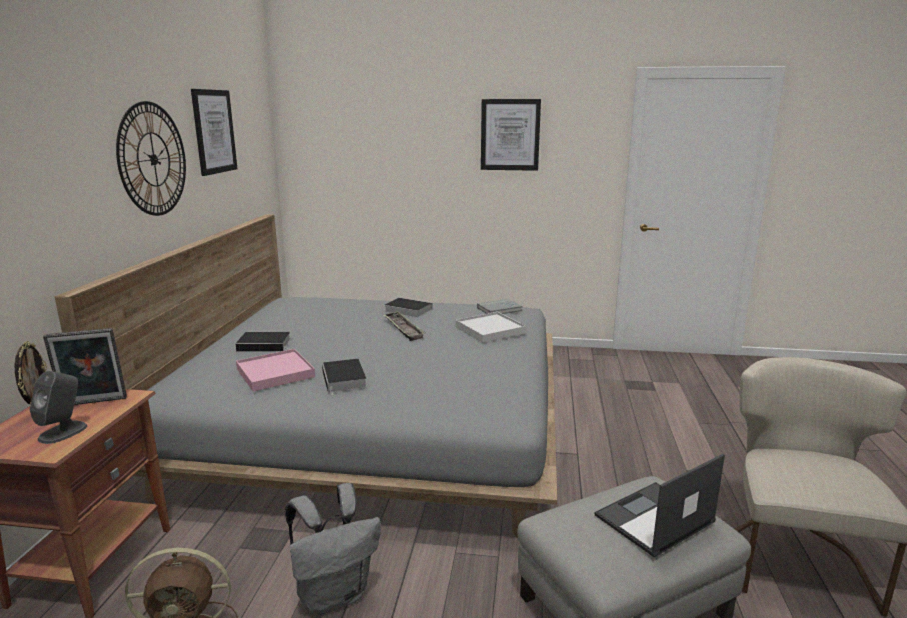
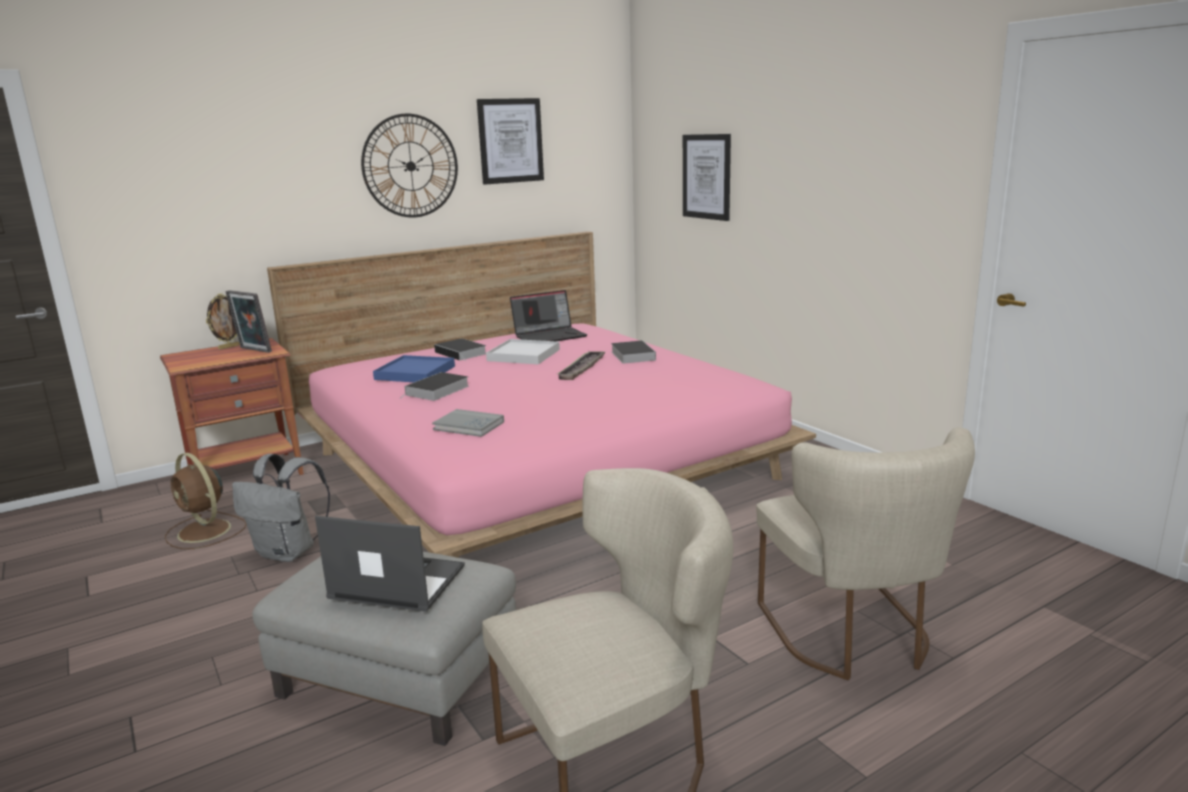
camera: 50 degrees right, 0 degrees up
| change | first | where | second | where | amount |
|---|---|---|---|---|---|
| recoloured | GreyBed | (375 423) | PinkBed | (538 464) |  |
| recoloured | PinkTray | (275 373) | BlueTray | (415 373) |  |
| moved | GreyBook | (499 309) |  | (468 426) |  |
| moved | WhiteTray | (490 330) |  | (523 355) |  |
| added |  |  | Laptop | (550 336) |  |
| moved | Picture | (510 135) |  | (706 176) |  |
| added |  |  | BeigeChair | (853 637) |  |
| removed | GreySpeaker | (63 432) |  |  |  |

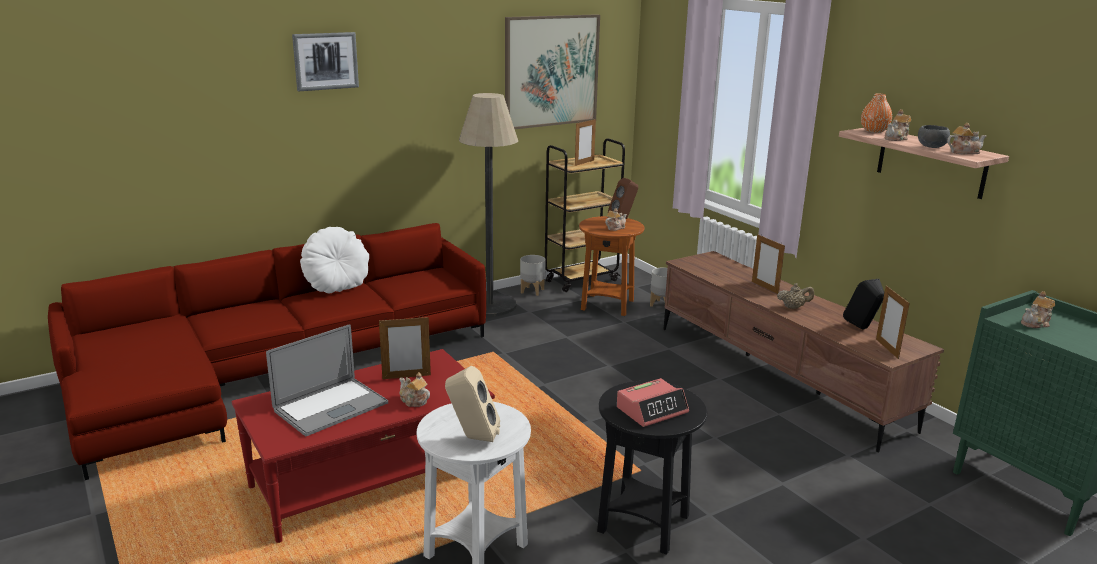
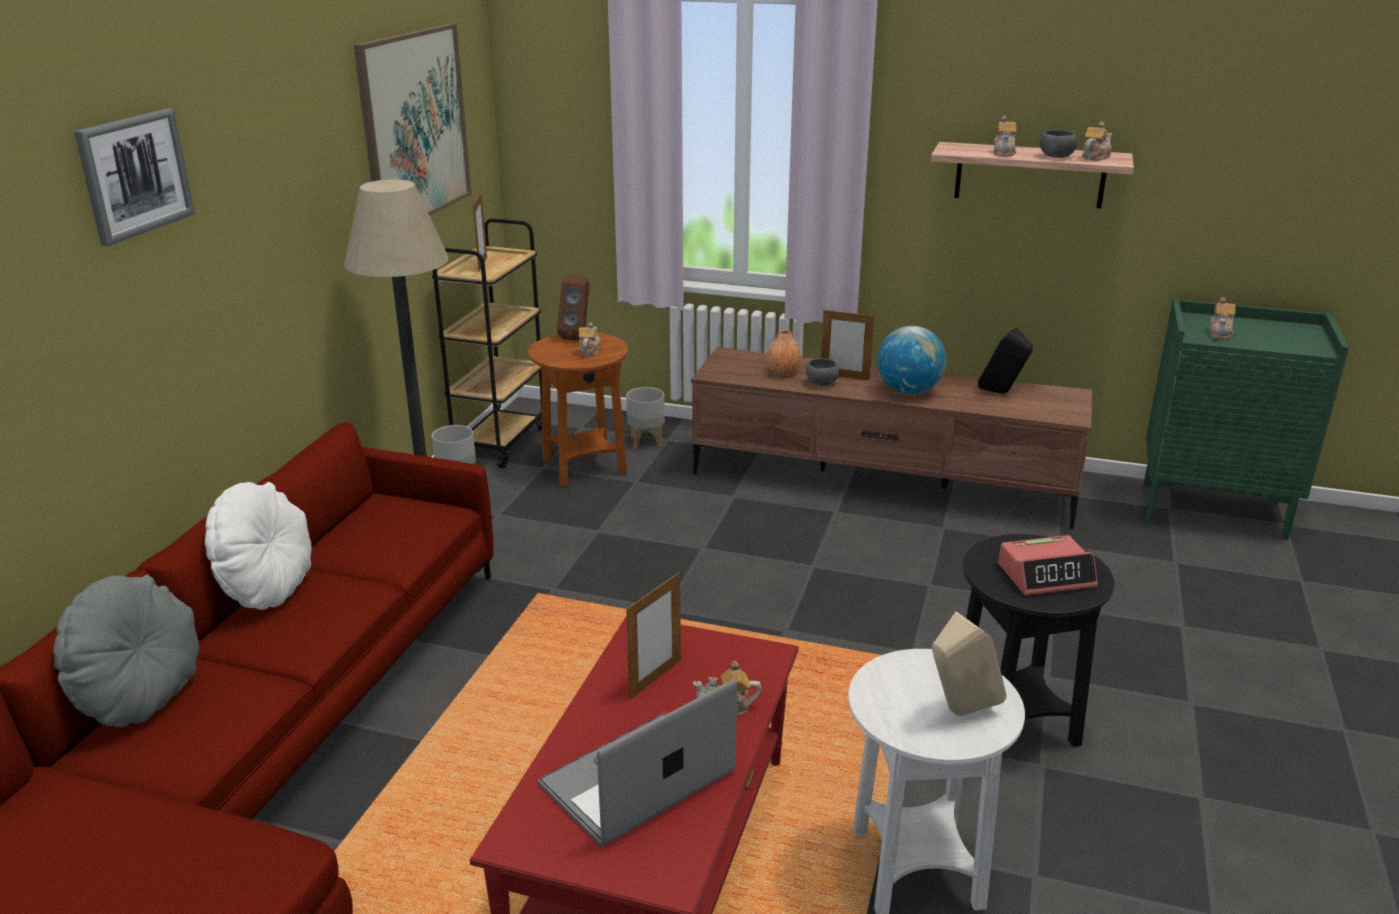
camera: 40 degrees left, 5 degrees up
| change | first | where | second | where | amount |
|---|---|---|---|---|---|
| added |  |  | GreyPillow | (143 701) |  |
| turned | Laptop | (331 407) |  | (637 779) | 135 degrees counterclockwise |
| moved | OrangeVase | (874 131) |  | (783 372) |  |
| added |  |  | GreyBowl | (820 383) |  |
| replaced | BeigeTeapot | (793 307) | Globe | (908 391) |  |
| turned | AlarmClock | (652 410) |  | (1046 575) | 60 degrees clockwise |
| removed | PictureFrame | (887 348) |  |  |  |

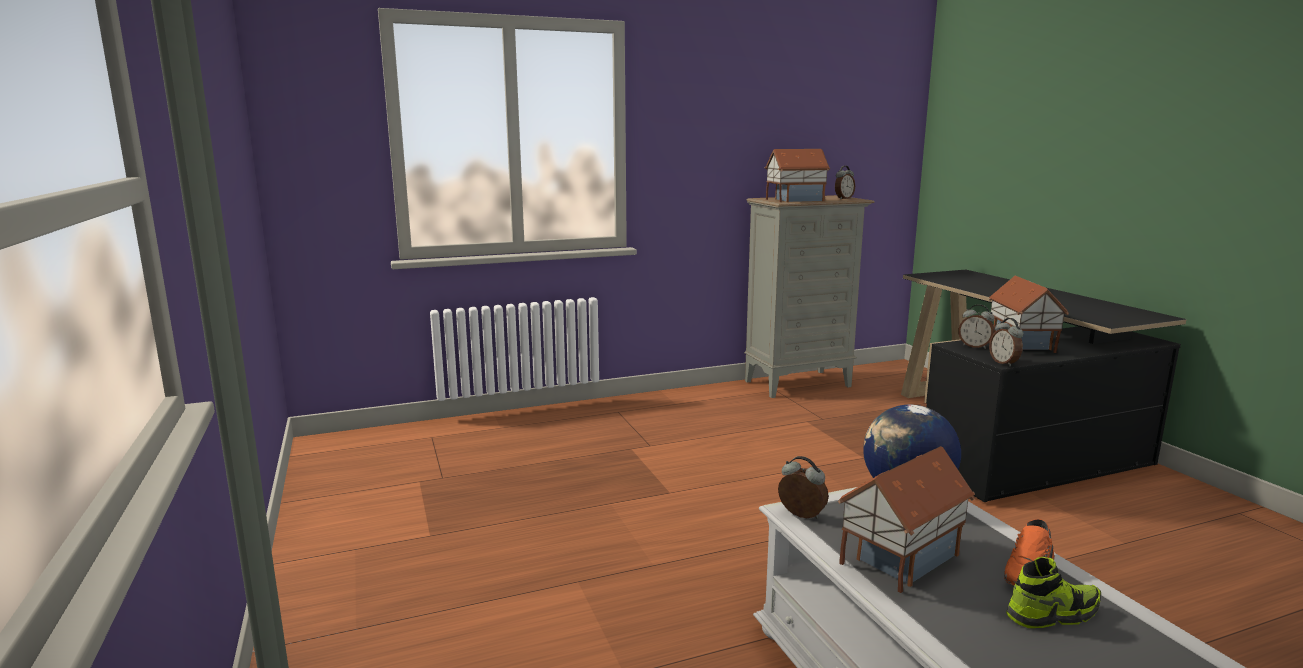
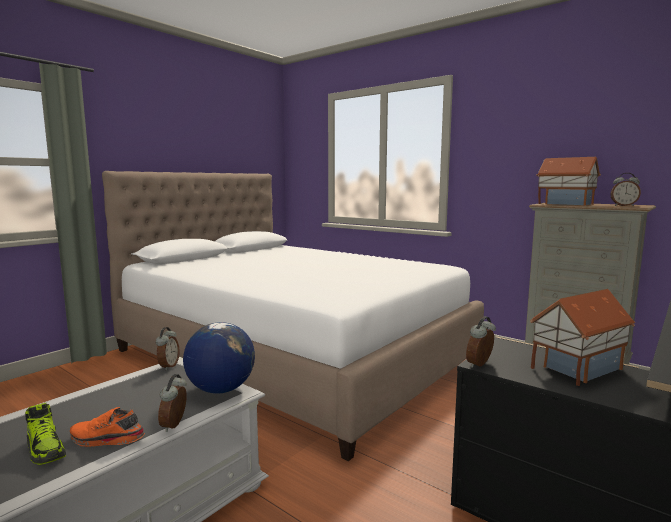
camera: 60 degrees right, 5 degrees down
| change | first | where | second | where | amount |
|---|---|---|---|---|---|
| added |  |  | WhiteBed | (293 355) |  |
| moved | AlarmClock | (974 346) |  | (175 425) |  |
| removed | ToyHouse | (898 558) |  |  |  |

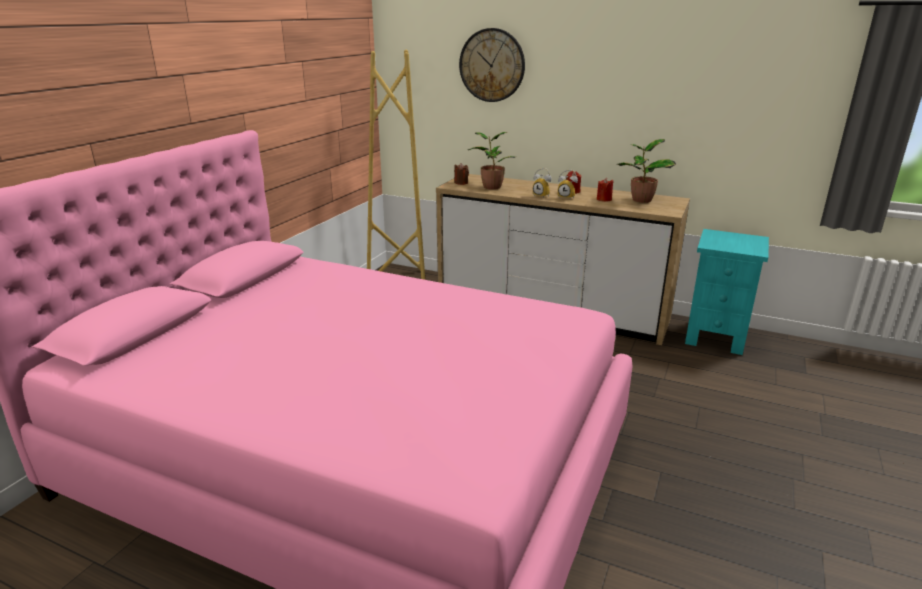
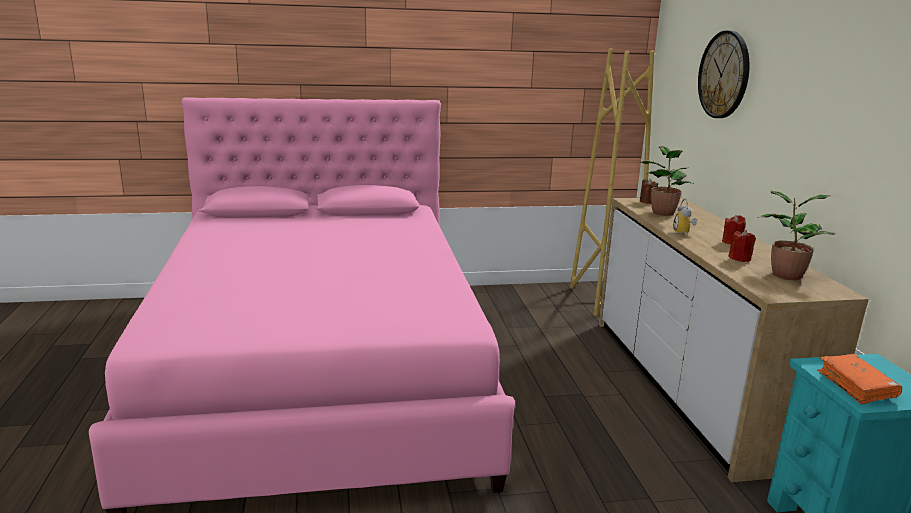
camera: 55 degrees right, 5 degrees down
| change | first | where | second | where | amount |
|---|---|---|---|---|---|
| added |  |  | OrangeBook | (856 386) |  |
| removed | AlarmClock | (567 197) |  |  |  |

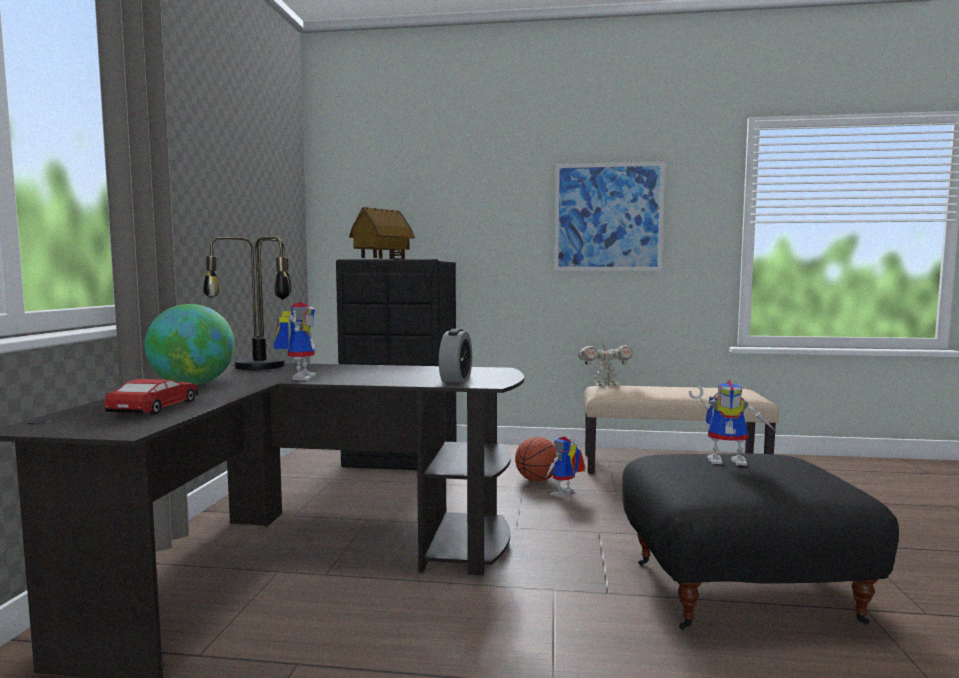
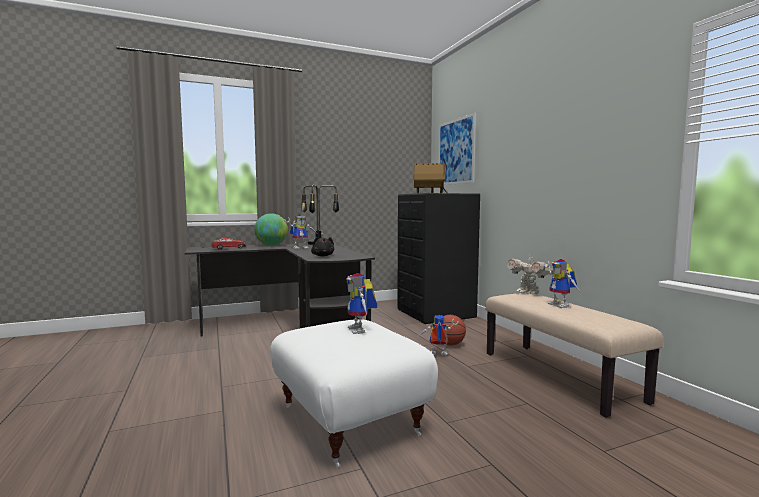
camera: 60 degrees right, 0 degrees up
| change | first | where | second | where | amount |
|---|---|---|---|---|---|
| recoloured | BlackOttoman | (740 589) | WhiteOttoman | (351 419) |  |
| replaced | AlarmClock | (456 379) | BlackPlushToy | (323 256) |  |
| moved | Picture | (608 217) |  | (456 152) |  |
| added |  |  | ToyRobot | (562 305) |  |

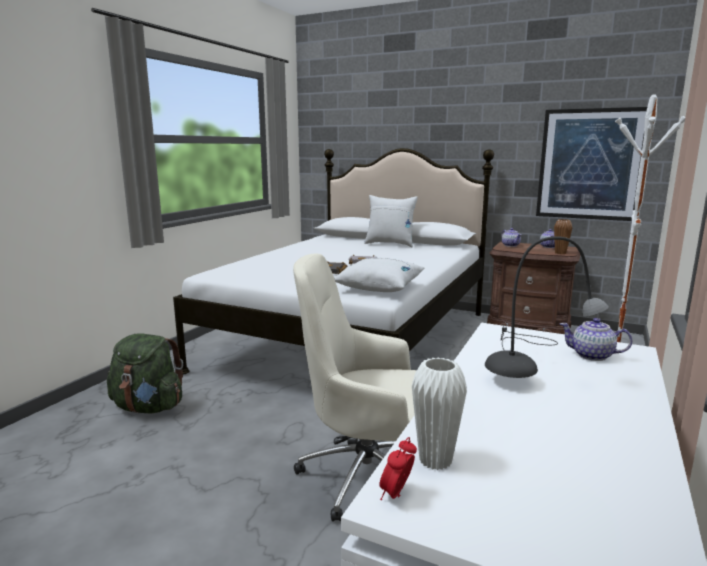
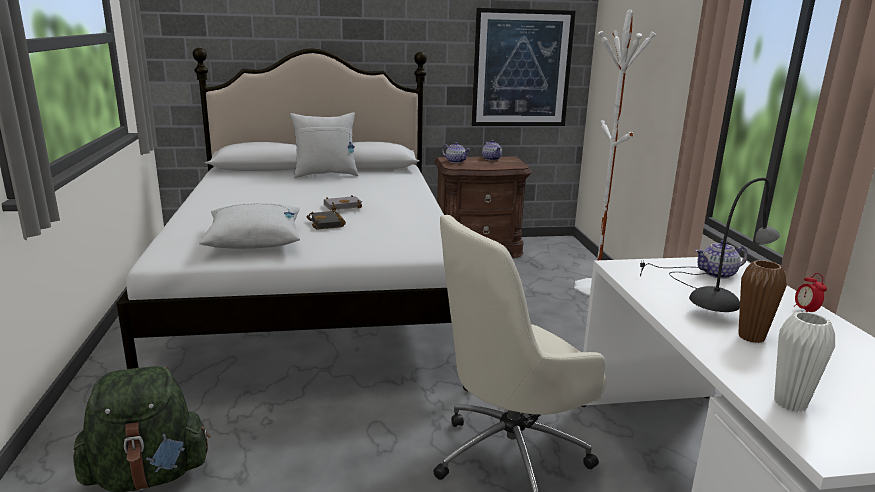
camera: 35 degrees left, 5 degrees up
| change | first | where | second | where | amount |
|---|---|---|---|---|---|
| moved | GreyPillow | (379 288) |  | (254 242) |  |
| moved | BrownVase | (560 253) |  | (751 337) |  |
| moved | AlarmClock | (397 495) |  | (805 311) |  |

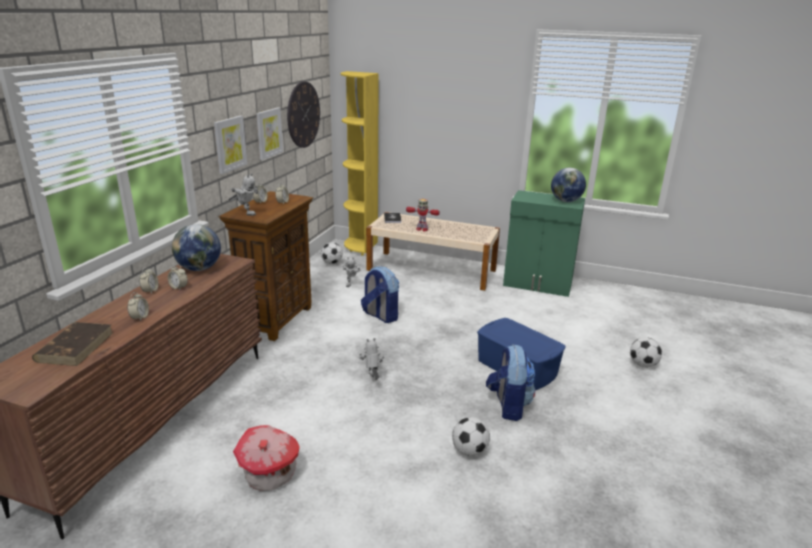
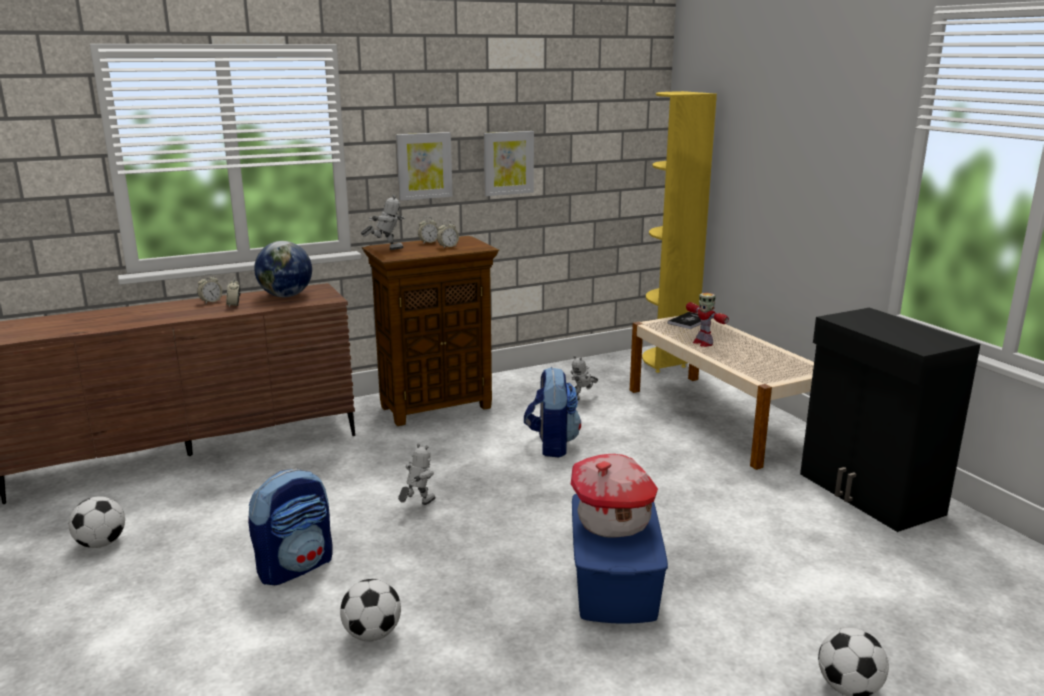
camera: 45 degrees right, 5 degrees down
| change | first | where | second | where | amount |
|---|---|---|---|---|---|
| moved | Football | (332 263) |  | (101 544) |  |
| moved | Backpack | (508 406) |  | (296 566) |  |
| turned | ToyRobot | (246 213) |  | (386 249) | 75 degrees counterclockwise |
| moved | ToyHouse | (270 474) |  | (613 522) |  |
| recoloured | GreenCabinet | (538 284) | BlackCabinet | (869 494) |  |
| removed | BrownBook | (75 346) |  |  |  |
| removed | AlarmClock | (140 317) |  |  |  |
| removed | WallClock | (303 115) |  |  |  |
| removed | Globe | (565 201) |  |  |  |

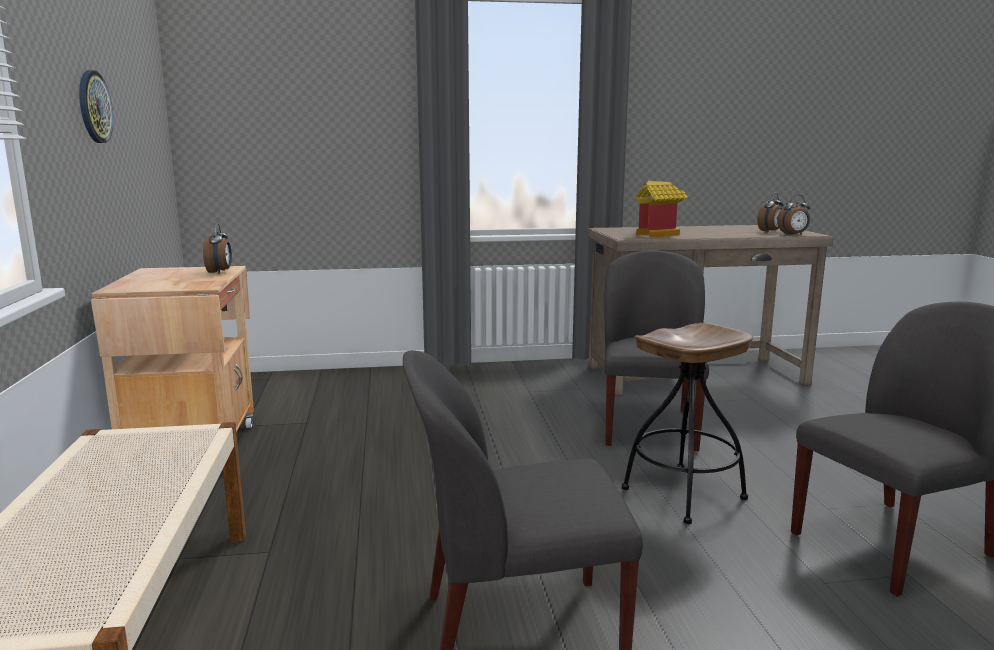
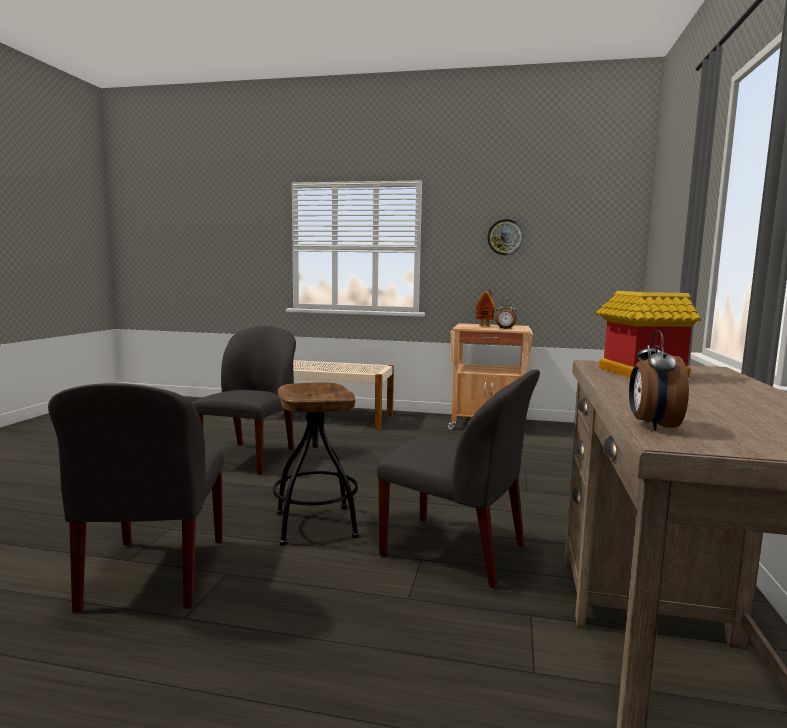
camera: 110 degrees right, 5 degrees down
| change | first | where | second | where | amount |
|---|---|---|---|---|---|
| added |  |  | ToyHouse | (485 326) |  |
| removed | AlarmClock | (770 231) |  |  |  |

